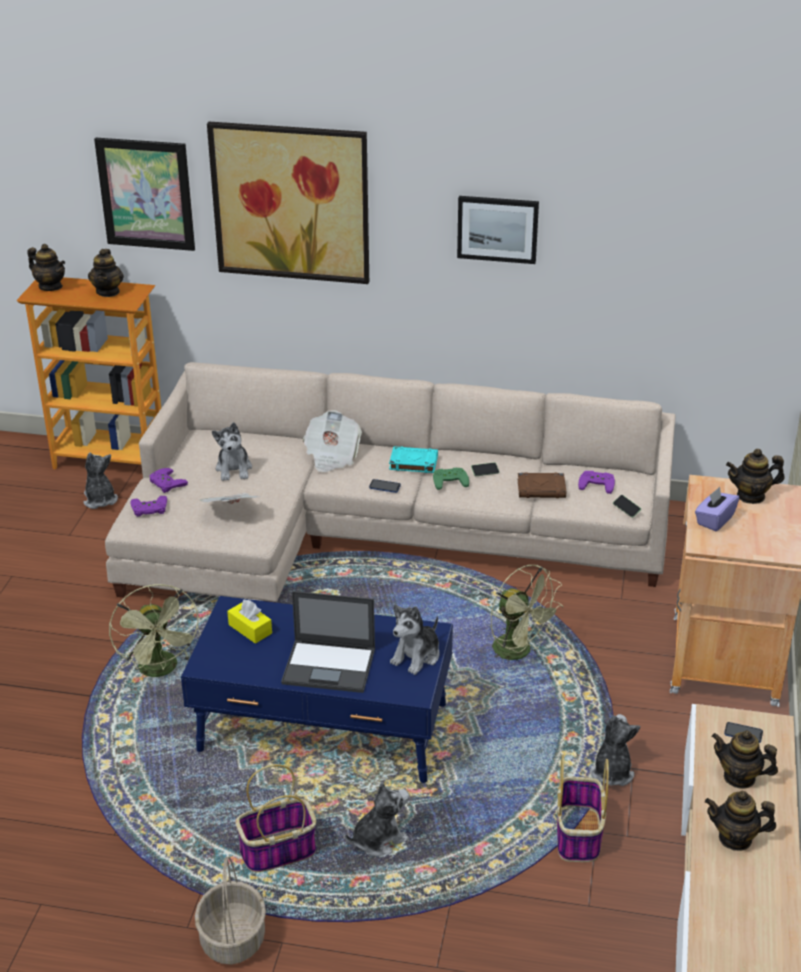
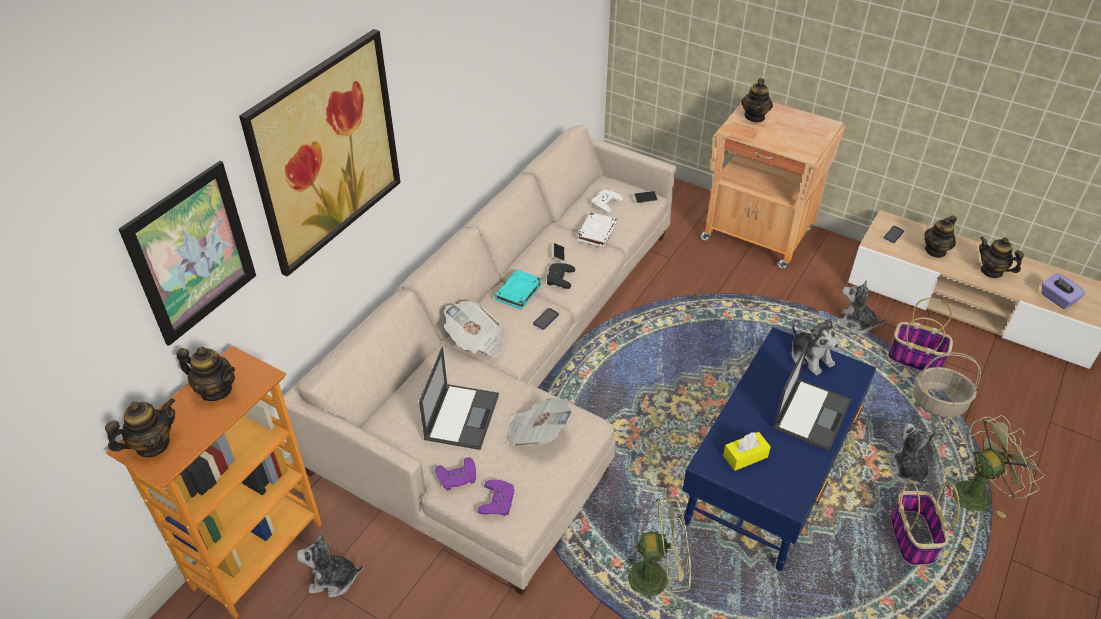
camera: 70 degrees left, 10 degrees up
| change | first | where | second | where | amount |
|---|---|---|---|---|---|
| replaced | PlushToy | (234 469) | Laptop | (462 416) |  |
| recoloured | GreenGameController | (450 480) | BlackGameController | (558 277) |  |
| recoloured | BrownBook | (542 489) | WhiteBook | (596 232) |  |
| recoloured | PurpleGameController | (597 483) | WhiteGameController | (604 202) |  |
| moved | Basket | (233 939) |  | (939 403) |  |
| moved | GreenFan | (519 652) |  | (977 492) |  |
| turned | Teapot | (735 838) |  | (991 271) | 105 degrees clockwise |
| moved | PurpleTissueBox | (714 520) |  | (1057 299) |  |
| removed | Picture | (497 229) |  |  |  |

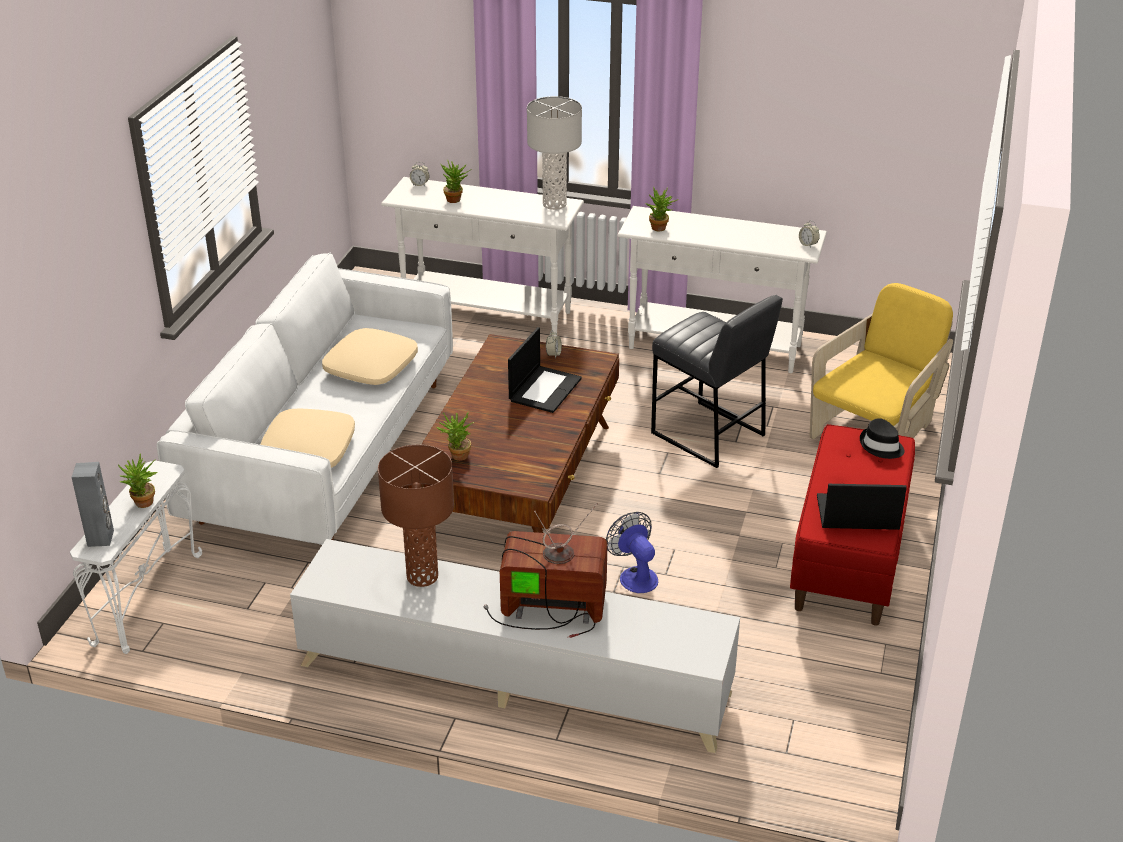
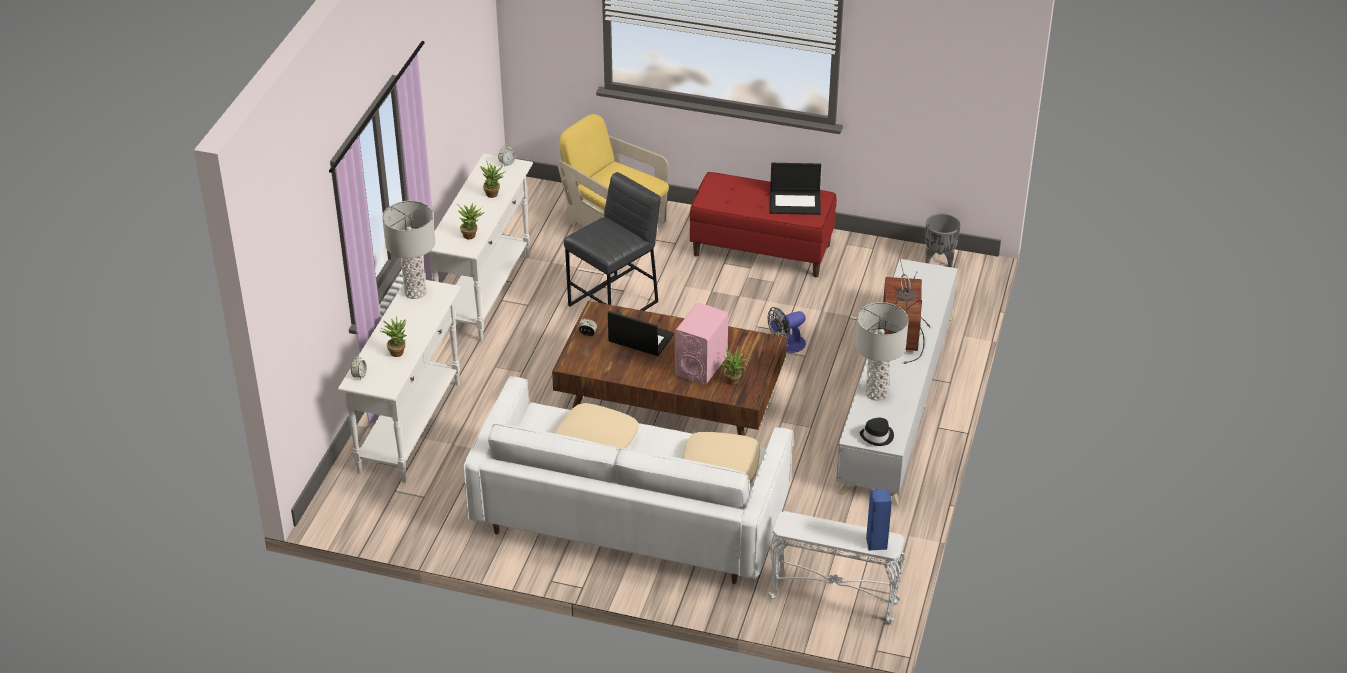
camera: 90 degrees left, 5 degrees up
| change | first | where | second | where | amount |
|---|---|---|---|---|---|
| moved | PottedPlant | (143 505) |  | (494 194) |  |
| added |  |  | PinkSpeaker | (701 366) |  |
| turned | Laptop | (856 514) |  | (795 203) | 90 degrees counterclockwise |
| recoloured | BrownTableLamp | (422 576) | WhiteTableLamp | (876 393) |  |
| moved | BlackHat | (881 446) |  | (877 436) |  |
| recoloured | GreySpeaker | (101 538) | BlueSpeaker | (876 543) |  |
| added |  |  | GreyPlanter | (939 261) |  |

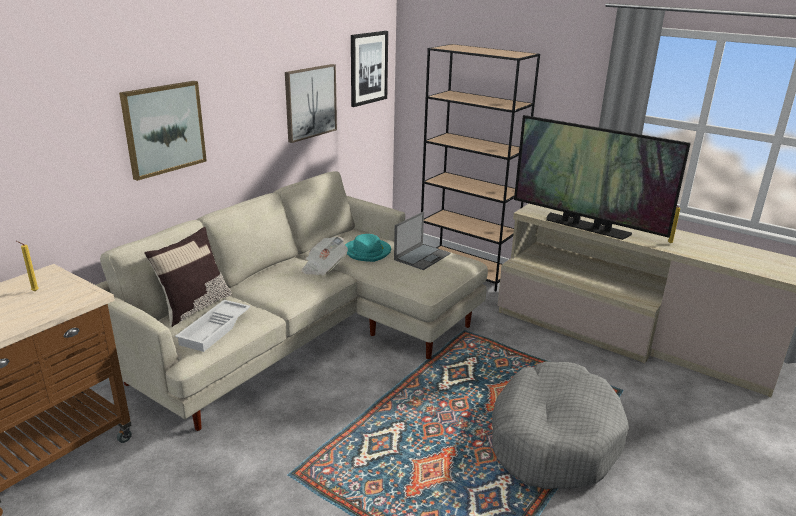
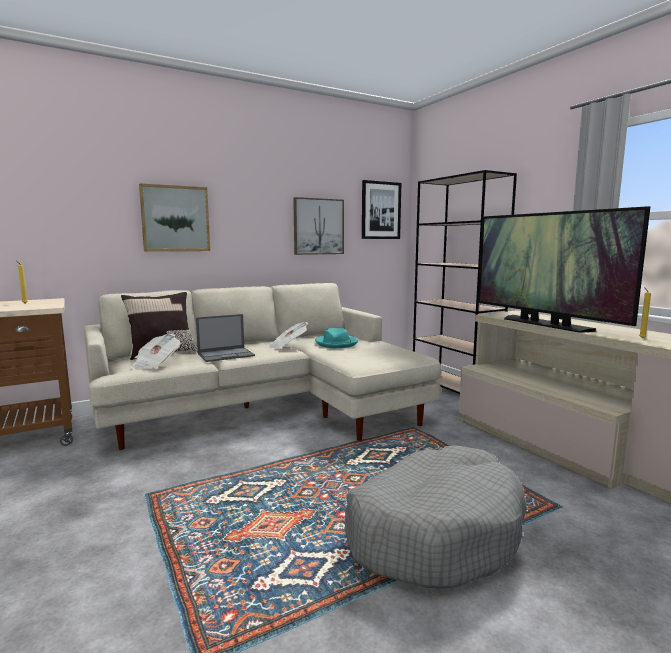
camera: 25 degrees right, 15 degrees down
| change | first | where | second | where | amount |
|---|---|---|---|---|---|
| replaced | WhiteTray | (215 330) | Newspaper | (155 364) |  |
| moved | Laptop | (422 256) |  | (226 355) |  |

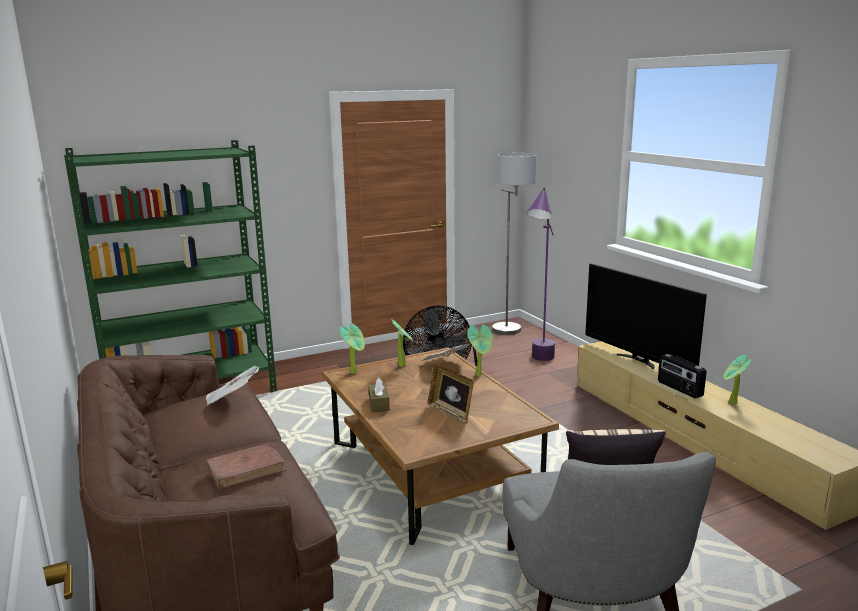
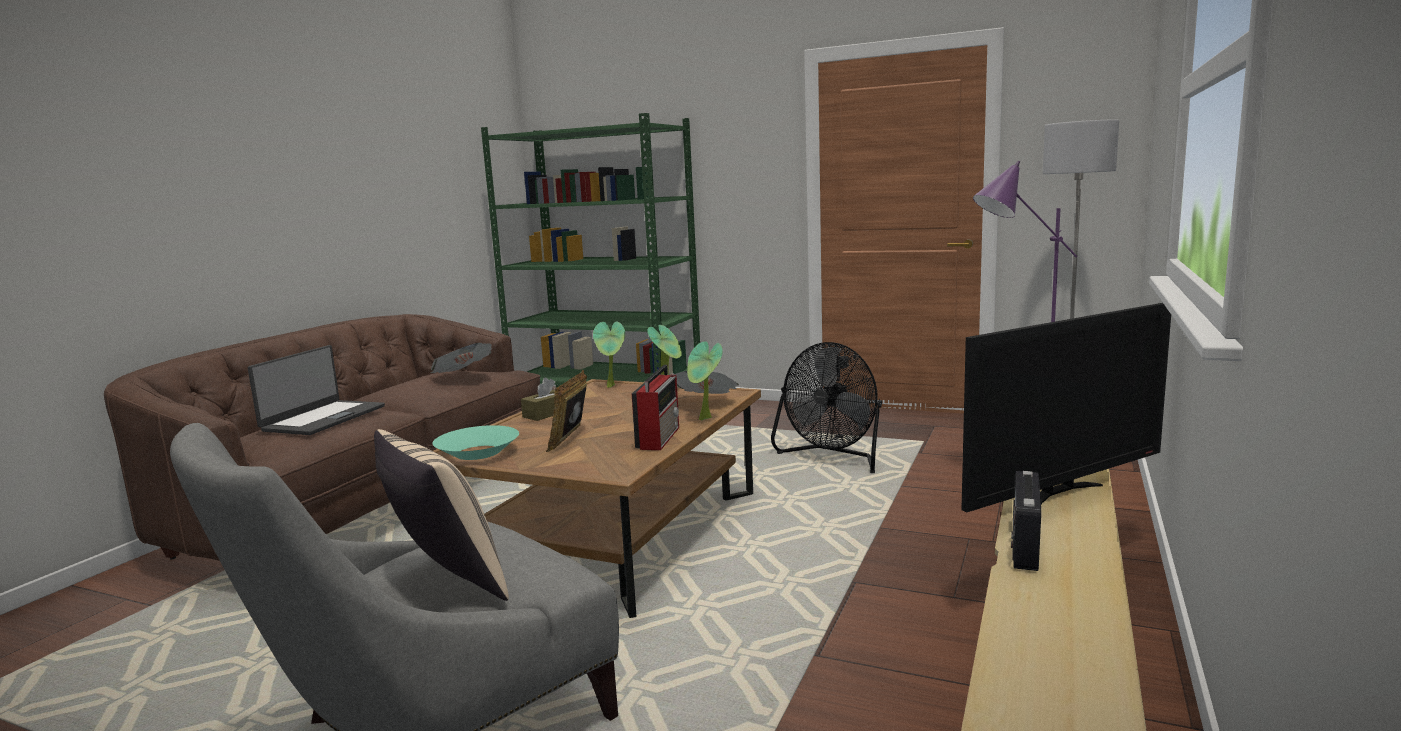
camera: 50 degrees right, 5 degrees down
| change | first | where | second | where | amount |
|---|---|---|---|---|---|
| replaced | BrownBook | (246 469) | Laptop | (323 418) |  |
| added |  |  | TurquoiseBowl | (477 452) |  |
| added |  |  | Radio | (659 437) |  |
| turned | Television | (638 360) |  | (1062 492) | 135 degrees counterclockwise |
| removed | PottedPlant | (731 403) |  |  |  |

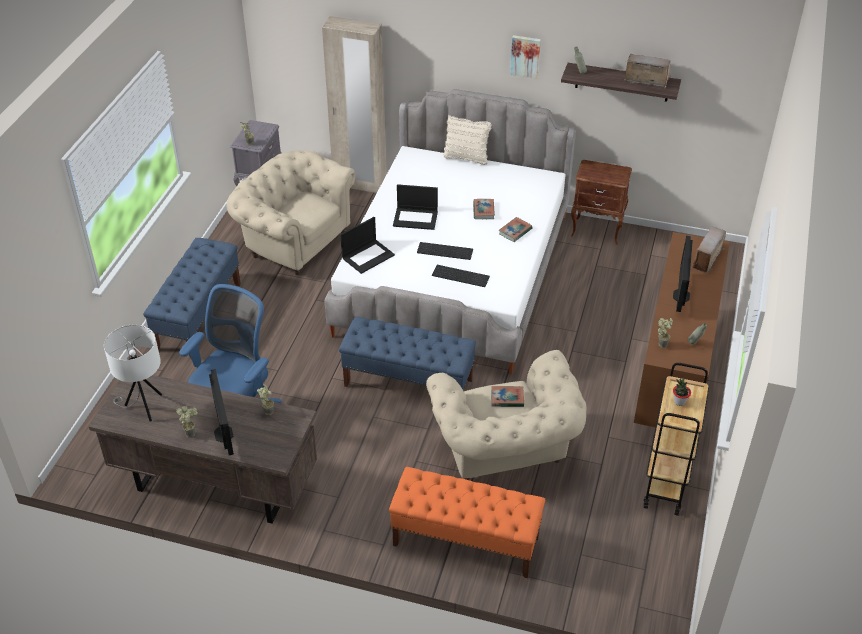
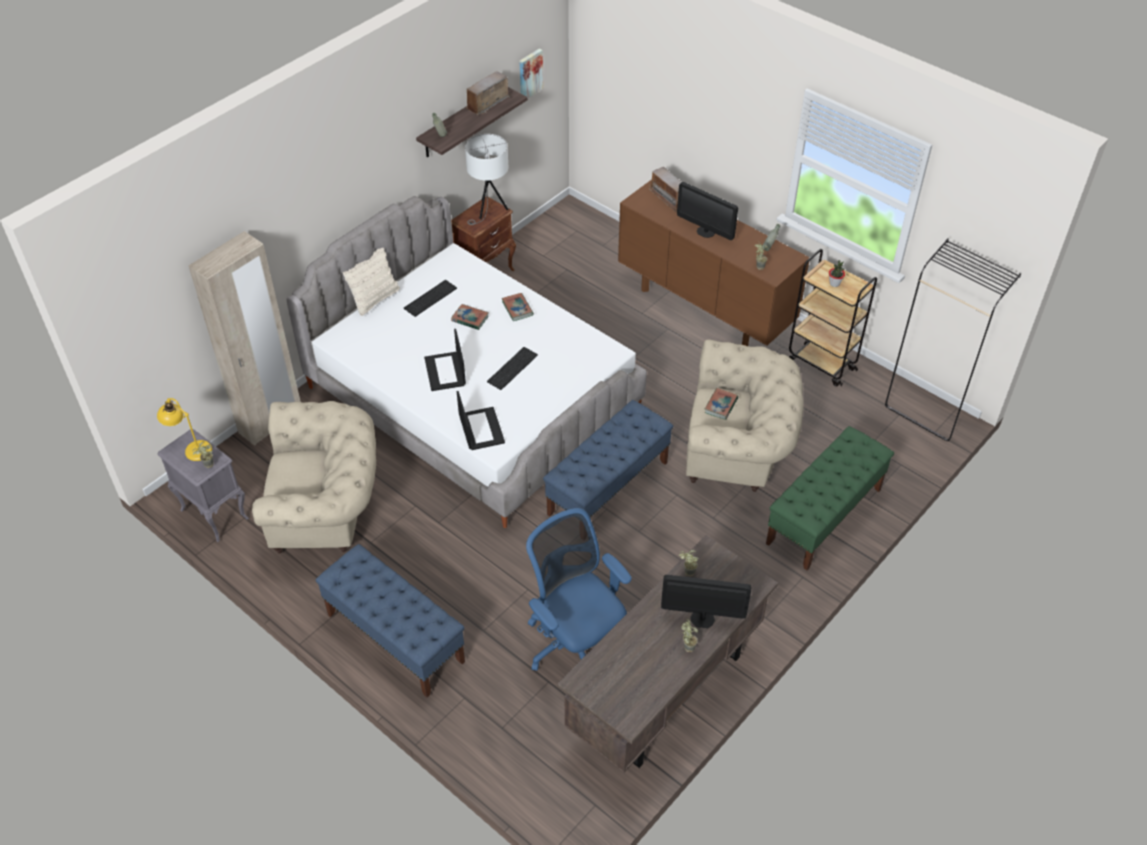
camera: 65 degrees left, 5 degrees up
| change | first | where | second | where | amount |
|---|---|---|---|---|---|
| added |  |  | YellowTableLamp | (189 446) |  |
| turned | BeigeArmchair | (293 242) |  | (327 512) | 150 degrees counterclockwise |
| moved | Keyboard | (461 275) |  | (430 297) |  |
| turned | Laptop | (416 218) |  | (445 372) | 135 degrees clockwise |
| moved | WhiteTableLamp | (143 407) |  | (488 211) |  |
| moved | Picture | (525 56) |  | (530 73) |  |
| recoloured | OrangeBench | (465 541) | GreenBench | (824 516) |  |
| added |  |  | BlackClothesRack | (927 413) |  |

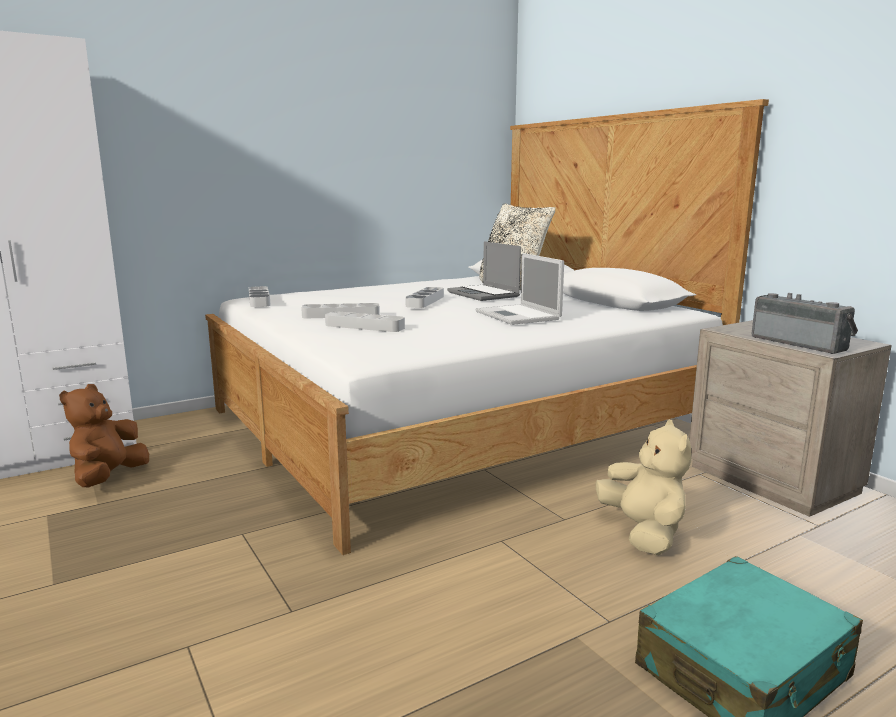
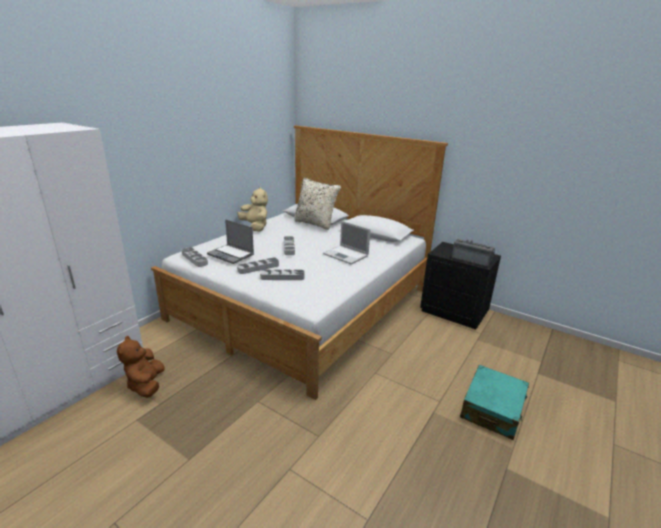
camera: 25 degrees left, 10 degrees up
| change | first | where | second | where | amount |
|---|---|---|---|---|---|
| moved | Laptop | (484 294) |  | (231 255) |  |
| moved | BeigePlushToy | (643 532) |  | (255 227) |  |
| recoloured | BeigeNightstand | (773 479) | BlackNightstand | (454 311) |  |

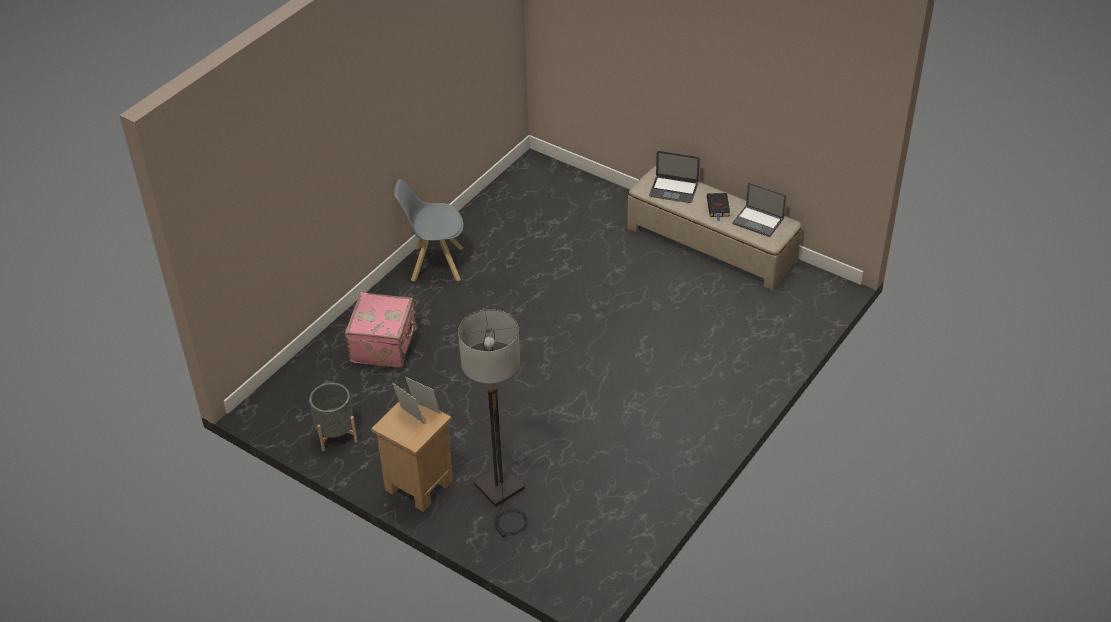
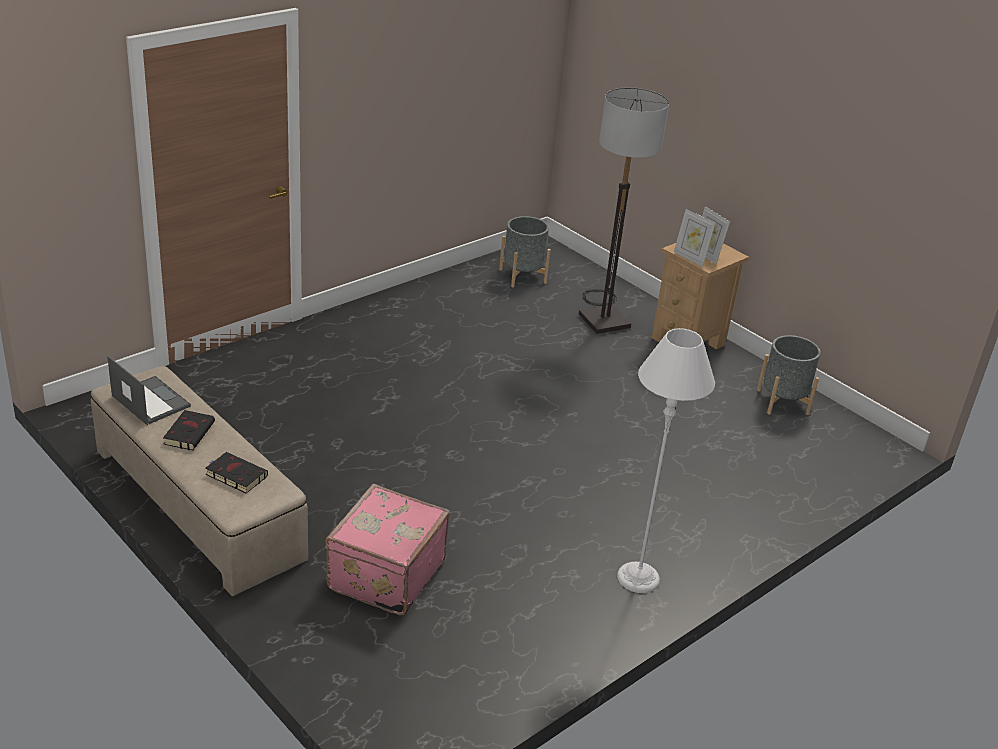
camera: 170 degrees left, 10 degrees down
| change | first | where | second | where | amount |
|---|---|---|---|---|---|
| replaced | Laptop | (673 189) | BlackBook | (235 475) |  |
| moved | PinkSuitcase | (385 345) |  | (384 574) |  |
| added |  |  | GreyPlanter | (522 276) |  |
| replaced | GreyChair | (435 263) | WhiteFloorLamp | (638 578) |  |

